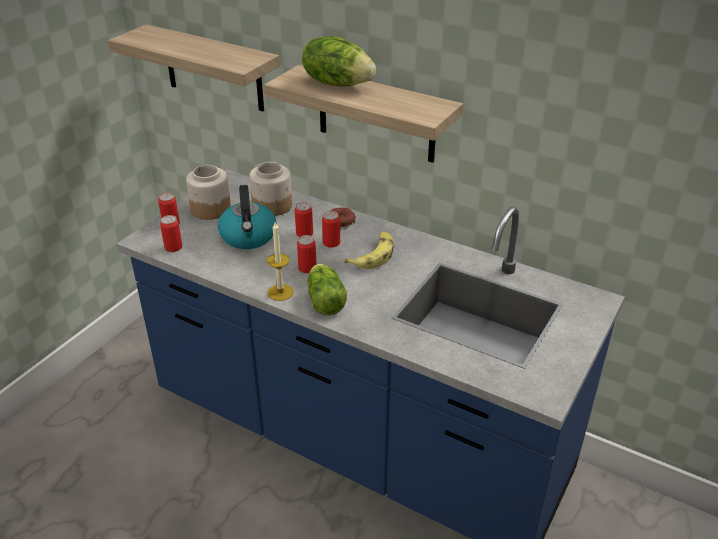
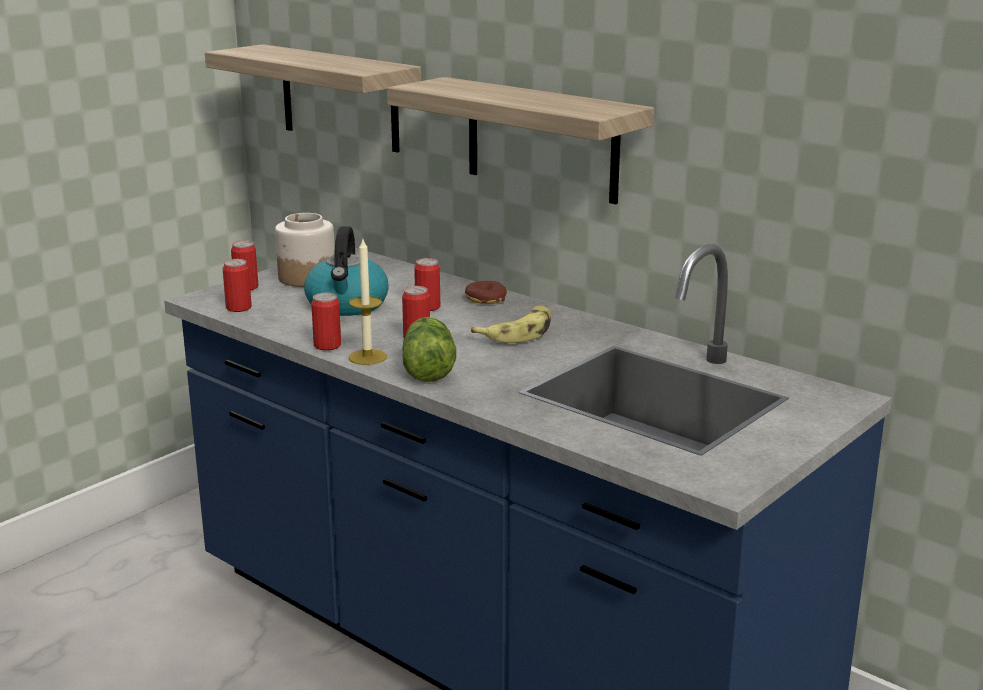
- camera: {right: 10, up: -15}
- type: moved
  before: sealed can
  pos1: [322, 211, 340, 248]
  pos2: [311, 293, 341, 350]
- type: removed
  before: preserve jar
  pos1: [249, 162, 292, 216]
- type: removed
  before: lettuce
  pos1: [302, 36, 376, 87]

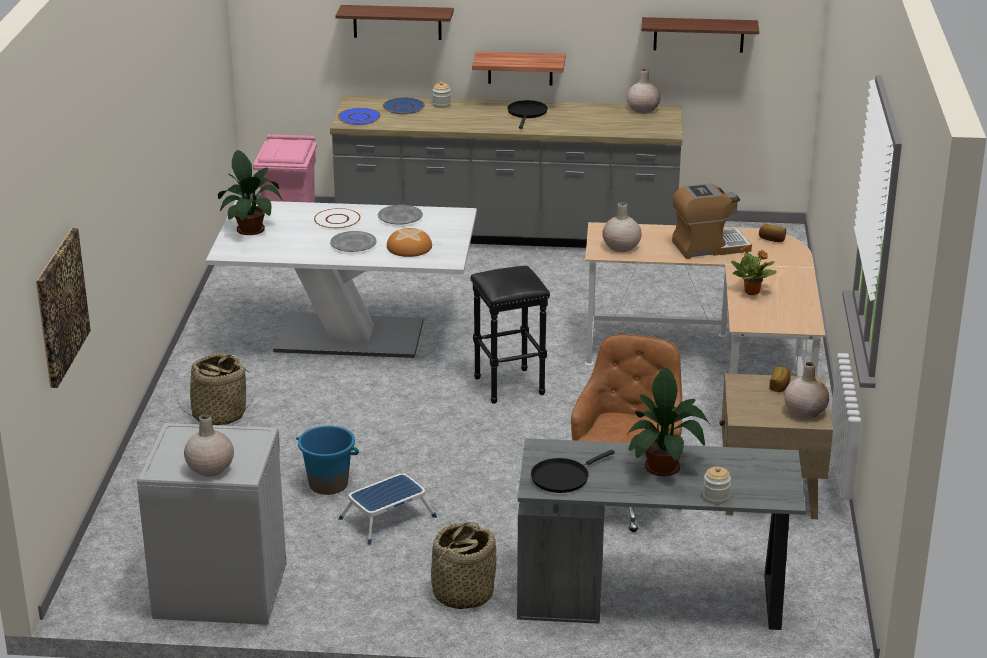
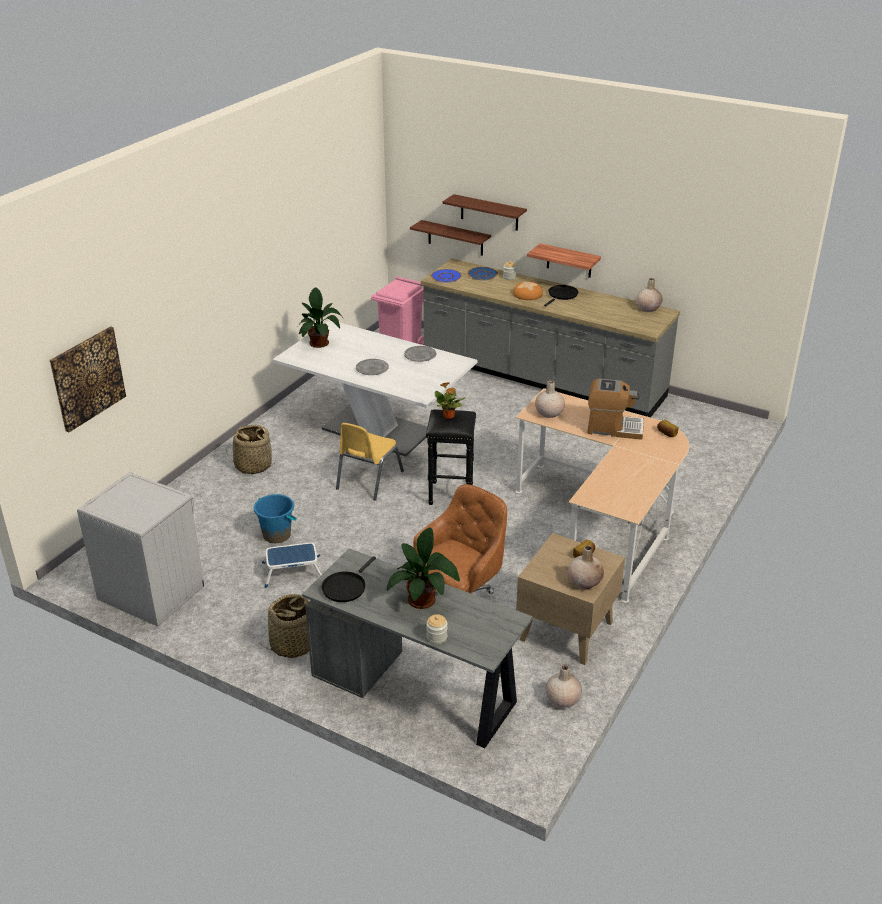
- camera: {right: 25, up: 5}
- type: turned
  before: pan (black-coloured)
  pos1: [531, 450, 615, 493]
  pos2: [322, 556, 376, 602]
  turn: -45
- type: added
  after: upright chair (yellow)
  pos2: [336, 423, 404, 500]
- type: moved
  before: wall shelf
  pos1: [642, 17, 759, 53]
  pos2: [410, 220, 491, 256]
- type: moved
  before: plant in a pot
  pos1: [731, 245, 777, 295]
  pos2: [435, 382, 465, 419]
- type: moved
  before: bakery bread
  pos1: [387, 228, 432, 257]
  pos2: [513, 282, 543, 300]
- type: moved
  before: flower vase (beige-coloured)
  pos1: [184, 414, 234, 476]
  pos2: [546, 664, 582, 708]
- type: removed
  before: flat dish (white)
  pos1: [314, 208, 361, 229]

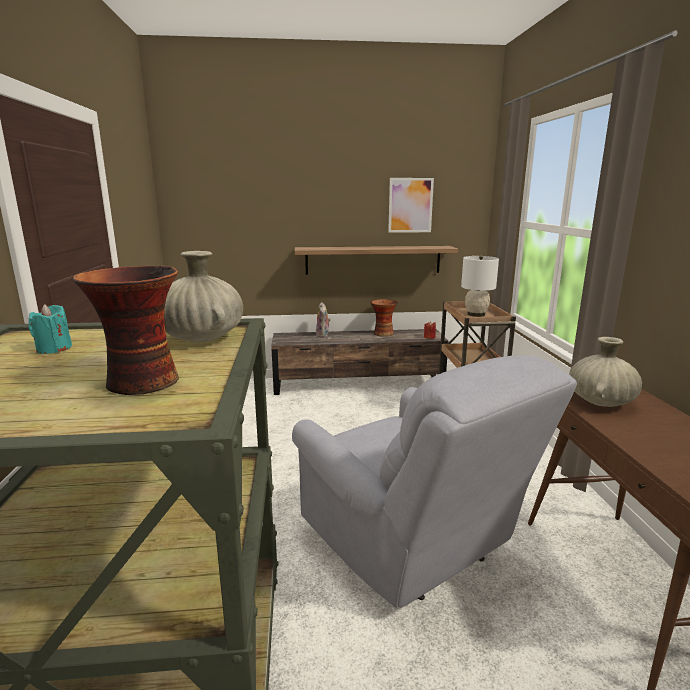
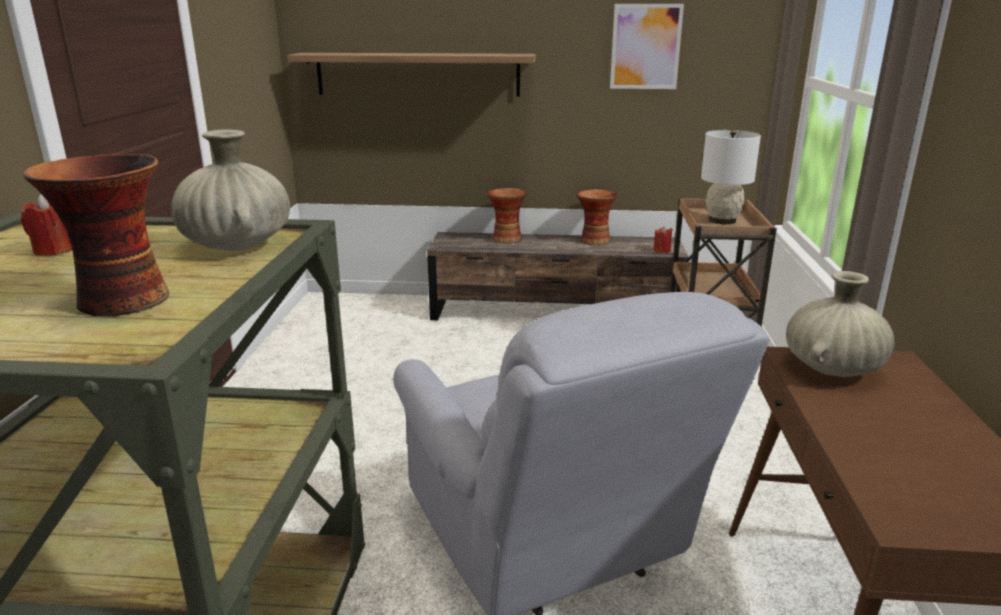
- camera: {right: 10, up: 5}
- type: recoloured
  before: wax light (blue-green)
  after: wax light (red-coloured)
  pos1: [29, 304, 72, 354]
  pos2: [21, 194, 72, 256]
- type: moved
  before: wall shelf
  pos1: [295, 246, 458, 275]
  pos2: [287, 53, 536, 97]
- type: replaced
  before: cuddly toy
  after: flower vase
  pos1: [316, 302, 331, 337]
  pos2: [487, 188, 527, 244]

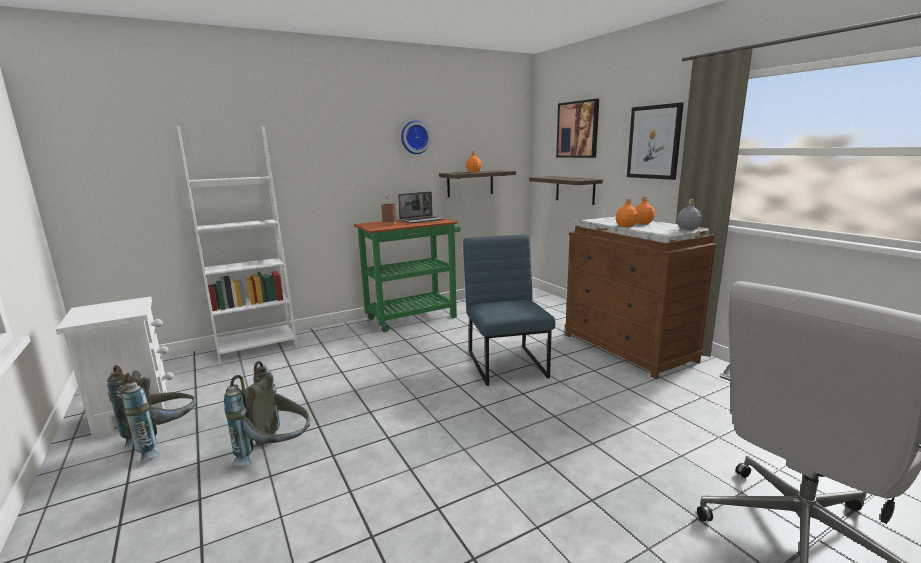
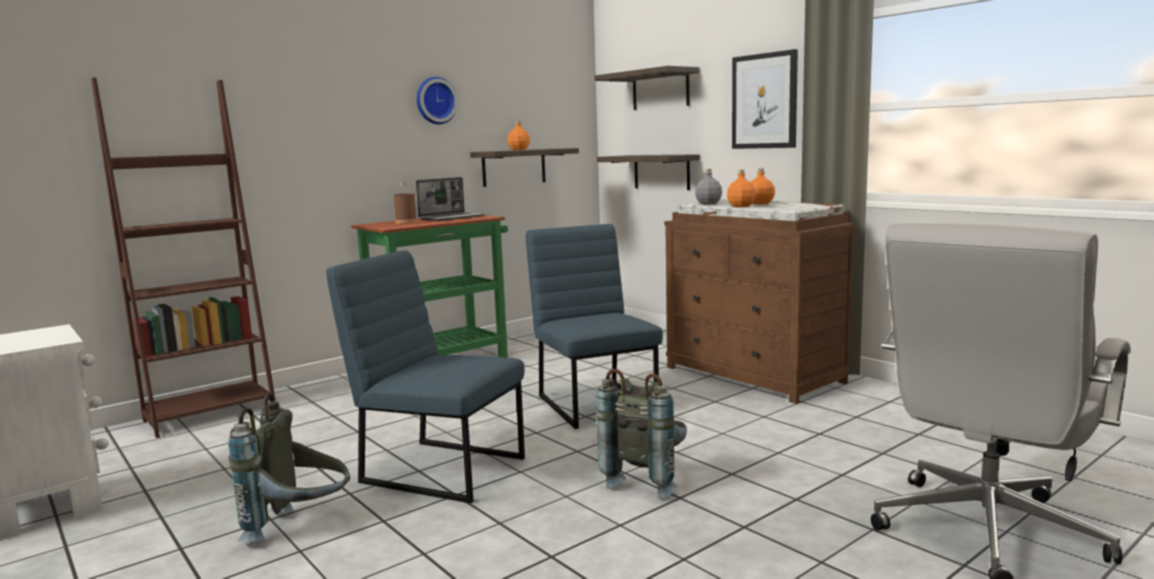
- camera: {right: -10, up: -5}
- type: recoloured
  before: bookcase (white)
  after: bookcase (brown-coloured)
  pos1: [177, 126, 298, 364]
  pos2: [91, 77, 276, 438]
- type: added
  after: upright chair (bluish)
  pos2: [326, 250, 525, 503]
- type: replaced
  before: wall picture
  after: wall shelf
  pos1: [556, 99, 599, 158]
  pos2: [594, 66, 699, 110]
- type: moved
  before: rucksack (grey)
  pos1: [107, 365, 197, 462]
  pos2: [596, 369, 687, 498]
- type: moved
  before: drink bottle (grey)
  pos1: [677, 200, 702, 230]
  pos2: [695, 169, 722, 204]

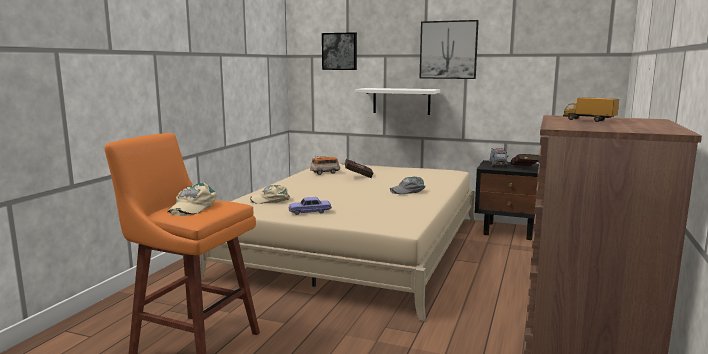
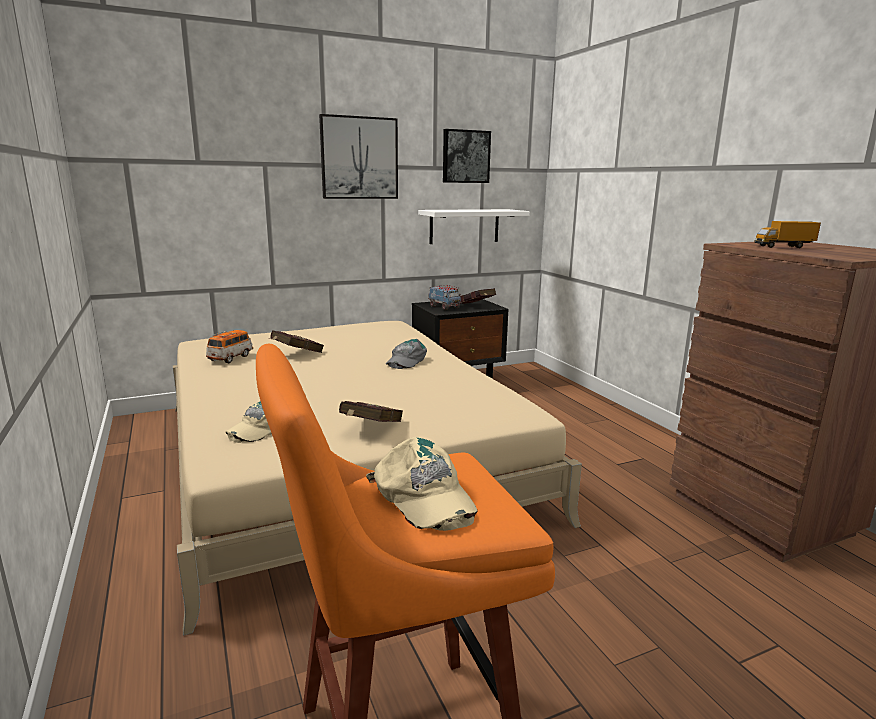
- camera: {right: -45, up: 5}
- type: replaced
  before: miniature car
  after: bound book (red-coloured)
  pos1: [289, 197, 332, 215]
  pos2: [339, 401, 403, 422]
- type: moved
  before: wall shelf (white)
  pos1: [355, 88, 440, 115]
  pos2: [418, 209, 530, 244]
- type: moved
  before: wall picture
  pos1: [322, 32, 357, 70]
  pos2: [443, 129, 491, 183]

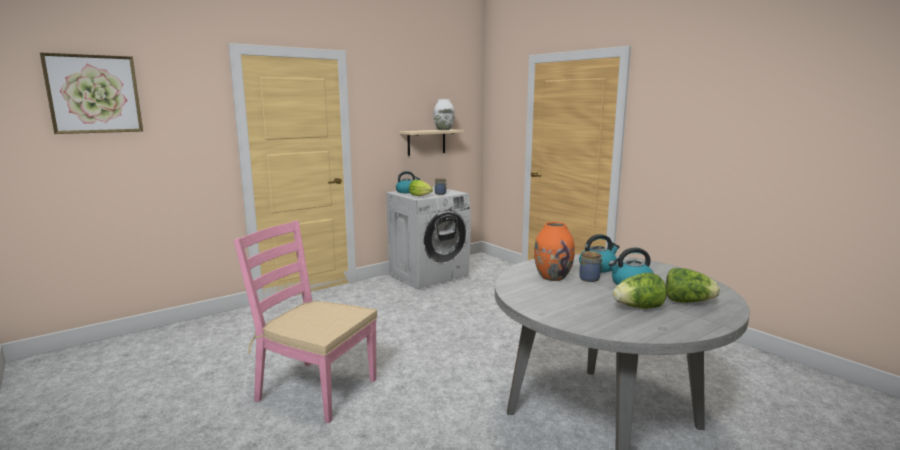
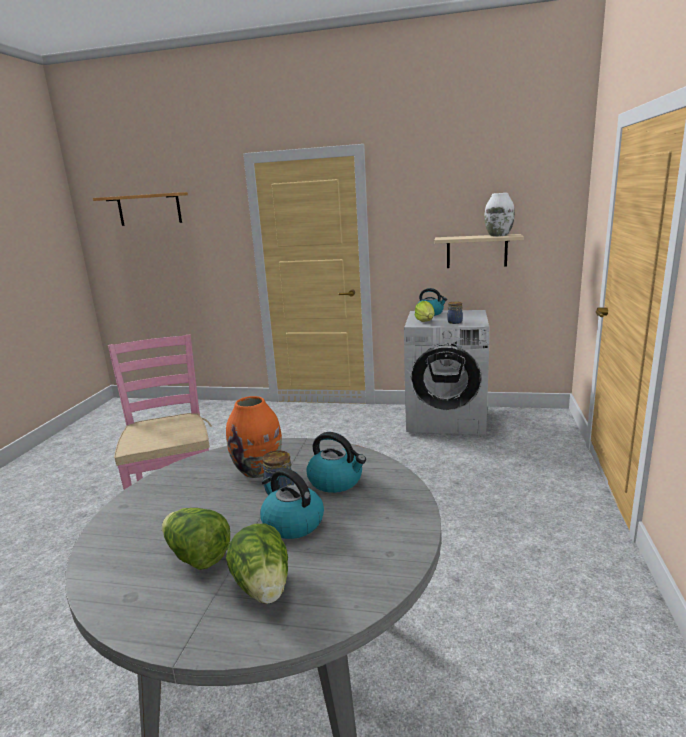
- camera: {right: 50, up: 5}
- type: replaced
  before: wall picture
  after: wall shelf
  pos1: [40, 52, 143, 134]
  pos2: [93, 192, 188, 226]

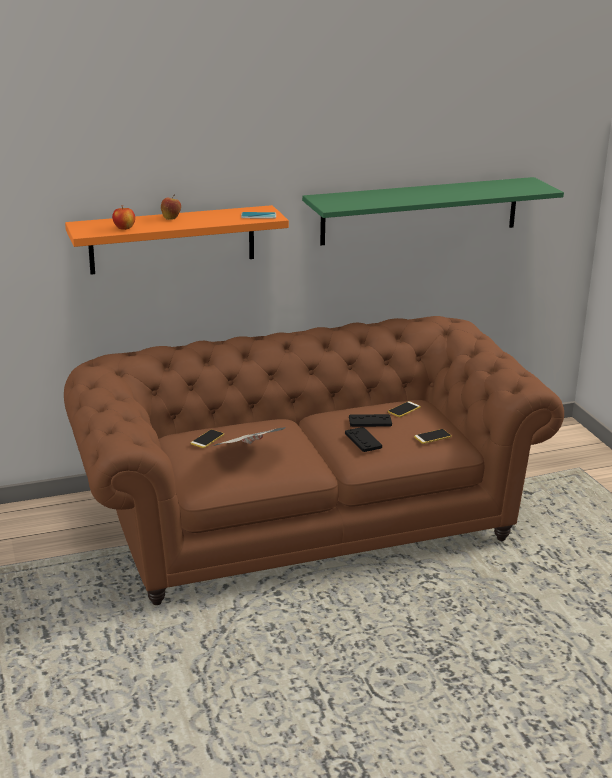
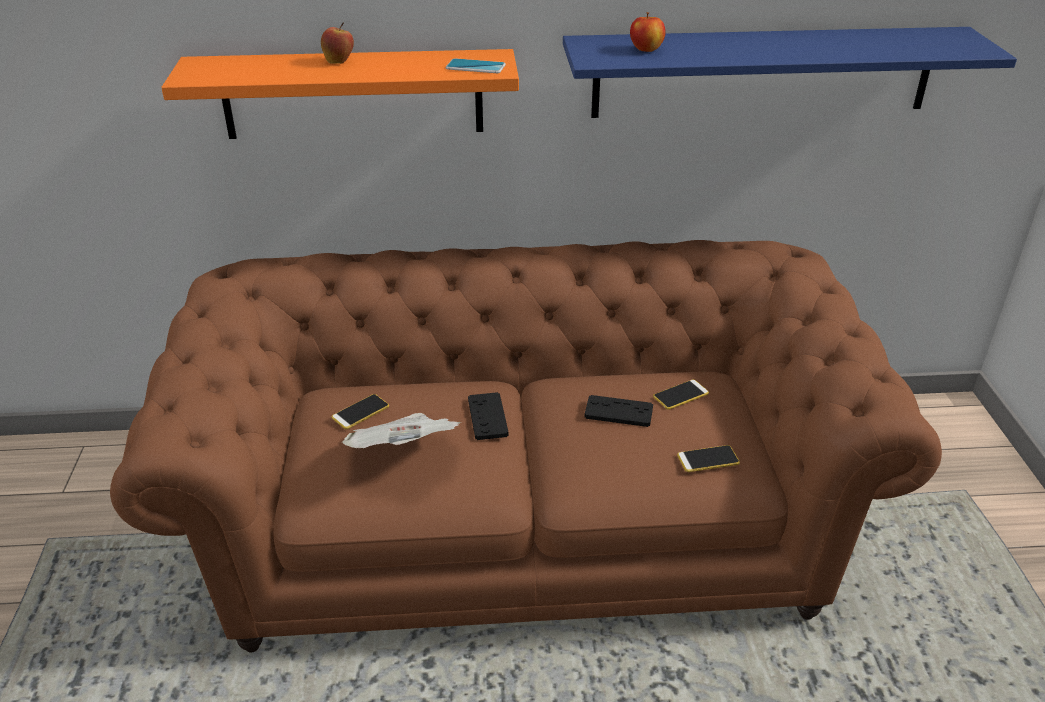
- camera: {right: 15, up: 10}
- type: moved
  before: joypad (black-coloured)
  pos1: [345, 427, 382, 452]
  pos2: [468, 392, 509, 440]
- type: recoloured
  before: wall shelf (green-coloured)
  after: wall shelf (bluish)
  pos1: [302, 177, 564, 245]
  pos2: [563, 27, 1017, 118]
- type: moved
  before: apple
  pos1: [112, 205, 135, 230]
  pos2: [630, 12, 666, 52]

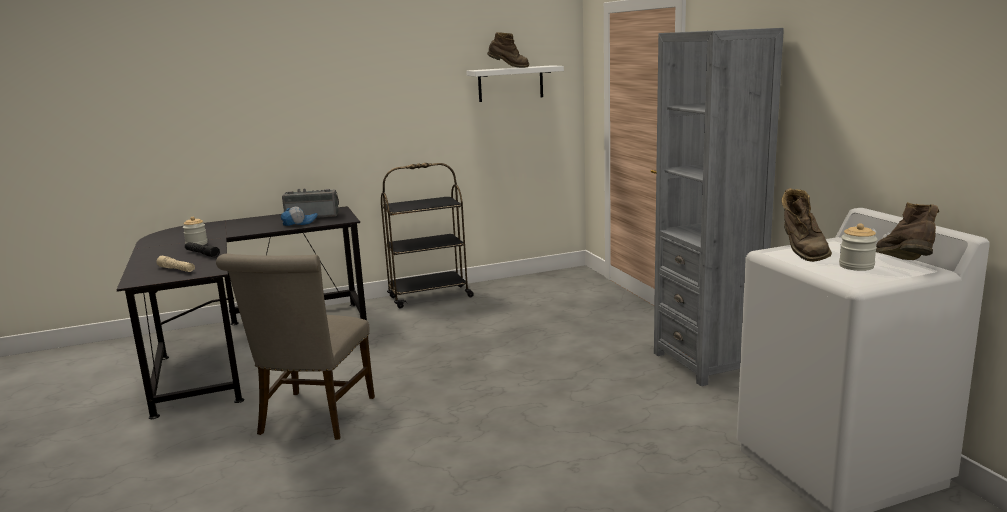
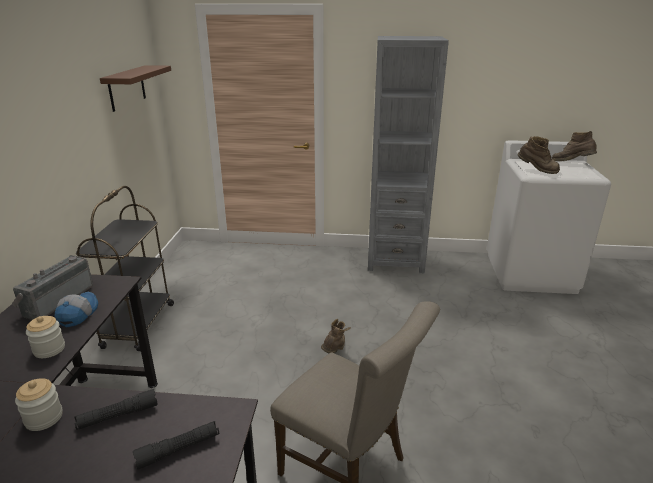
- camera: {right: -65, up: 10}
- type: moved
  before: preserve jar
  pos1: [839, 223, 878, 271]
  pos2: [26, 316, 65, 358]
- type: recoloured
  before: wall shelf (white)
  after: wall shelf (brown-coloured)
  pos1: [466, 65, 564, 102]
  pos2: [100, 65, 171, 112]
- type: recoloured
  before: torch (beige-coloured)
  after: torch (black-coloured)
  pos1: [156, 256, 195, 272]
  pos2: [133, 421, 219, 470]
- type: moved
  before: tall boot (brown-coloured)
  pos1: [487, 32, 529, 68]
  pos2: [321, 319, 351, 353]

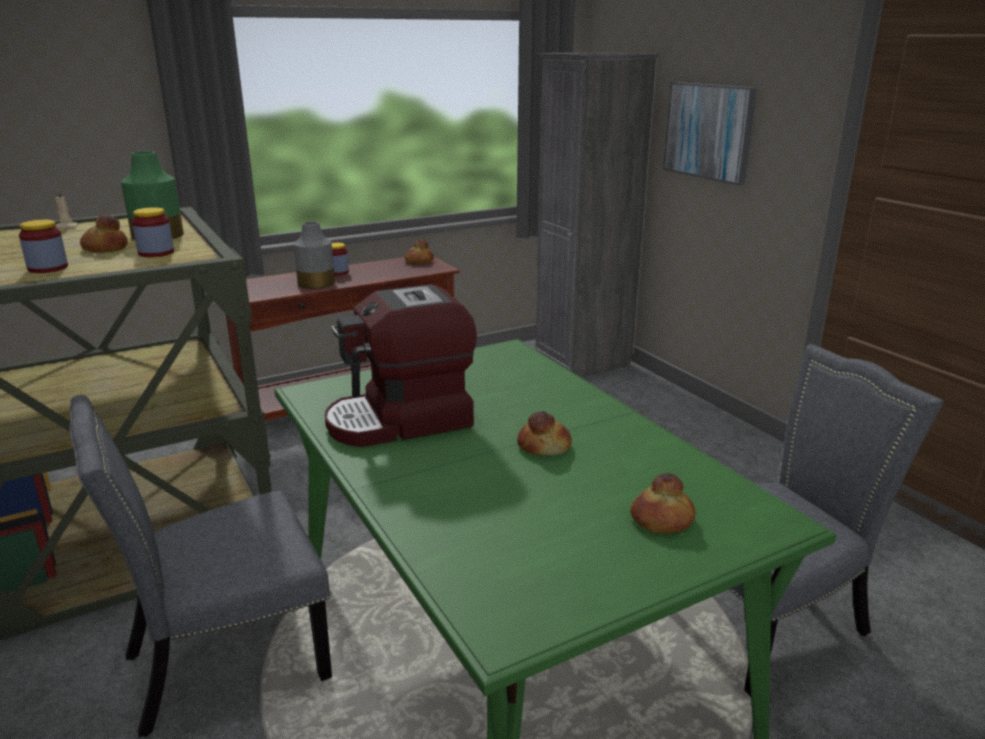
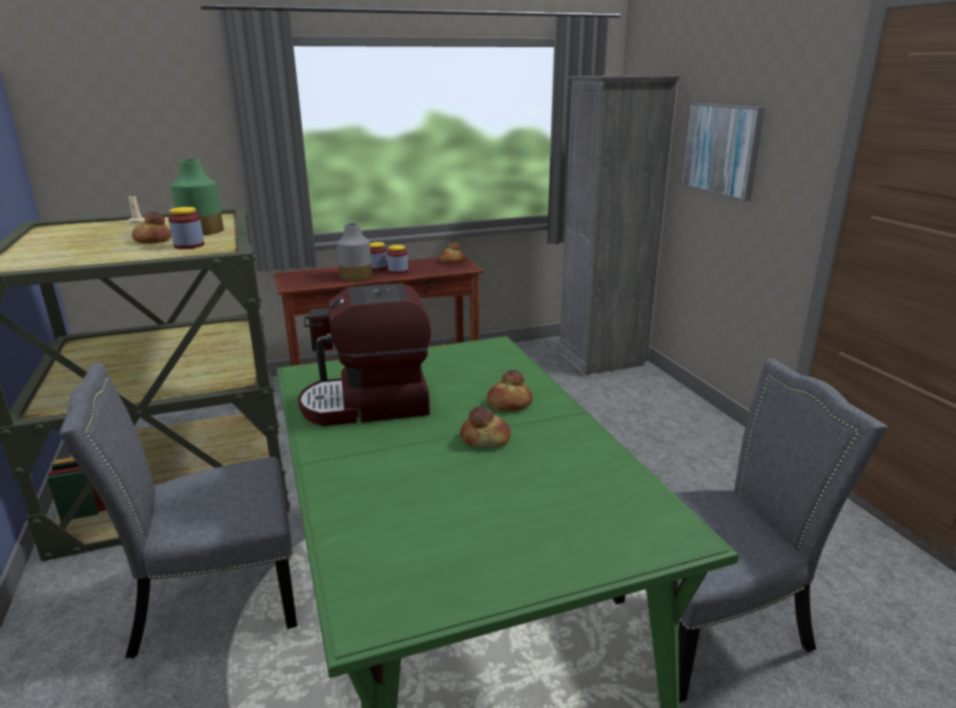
- camera: {right: 10, up: 0}
- type: moved
  before: preserve jar
  pos1: [19, 220, 68, 273]
  pos2: [387, 245, 408, 274]
- type: moved
  before: bakery bread
  pos1: [630, 473, 695, 533]
  pos2: [487, 370, 533, 411]

